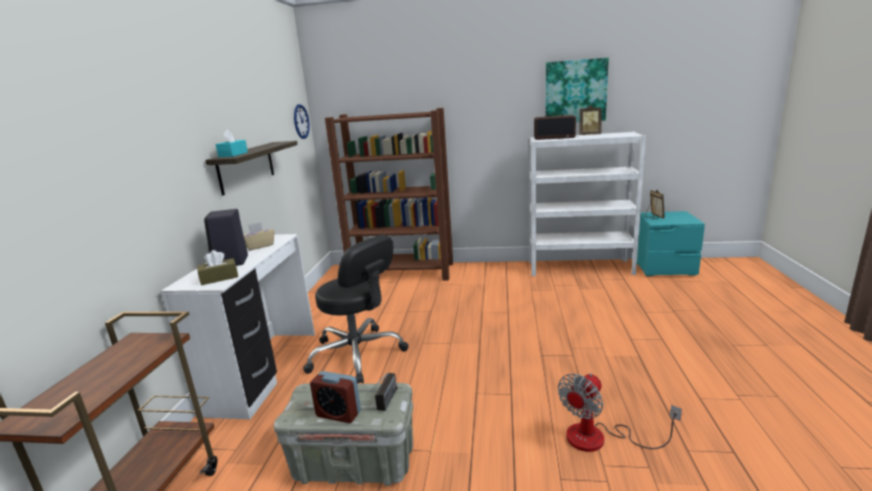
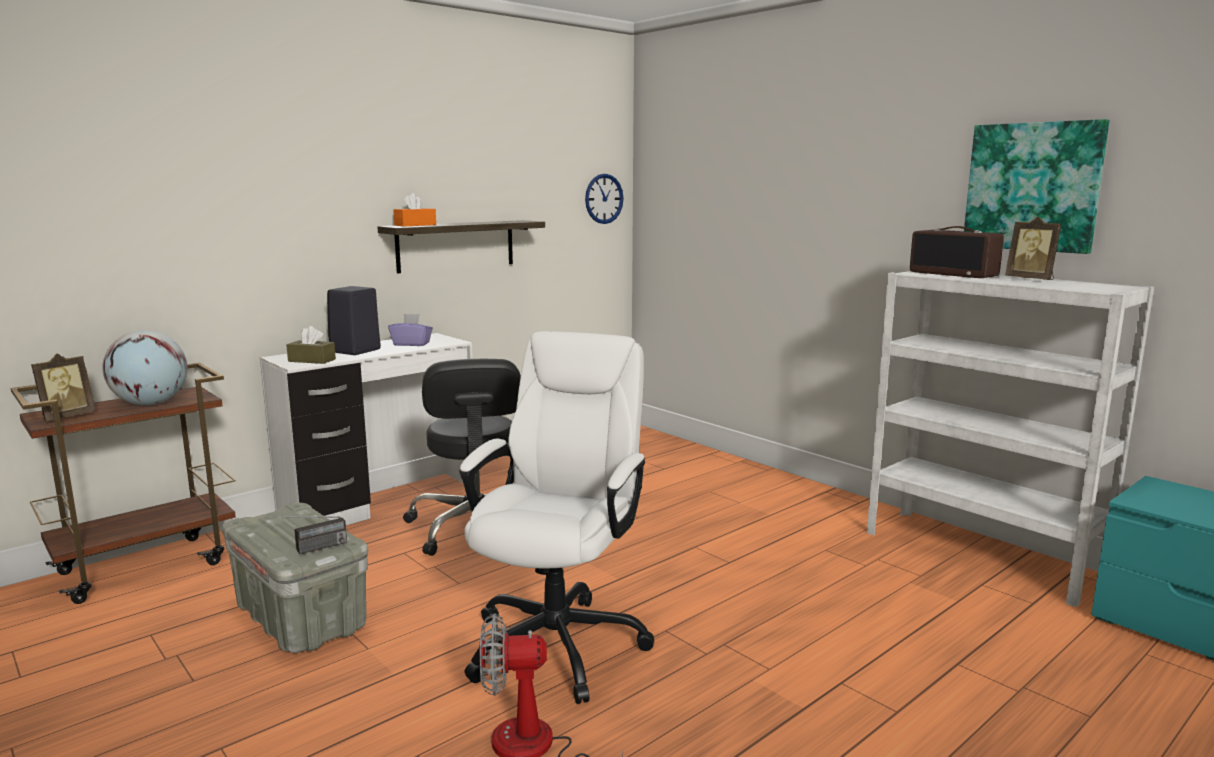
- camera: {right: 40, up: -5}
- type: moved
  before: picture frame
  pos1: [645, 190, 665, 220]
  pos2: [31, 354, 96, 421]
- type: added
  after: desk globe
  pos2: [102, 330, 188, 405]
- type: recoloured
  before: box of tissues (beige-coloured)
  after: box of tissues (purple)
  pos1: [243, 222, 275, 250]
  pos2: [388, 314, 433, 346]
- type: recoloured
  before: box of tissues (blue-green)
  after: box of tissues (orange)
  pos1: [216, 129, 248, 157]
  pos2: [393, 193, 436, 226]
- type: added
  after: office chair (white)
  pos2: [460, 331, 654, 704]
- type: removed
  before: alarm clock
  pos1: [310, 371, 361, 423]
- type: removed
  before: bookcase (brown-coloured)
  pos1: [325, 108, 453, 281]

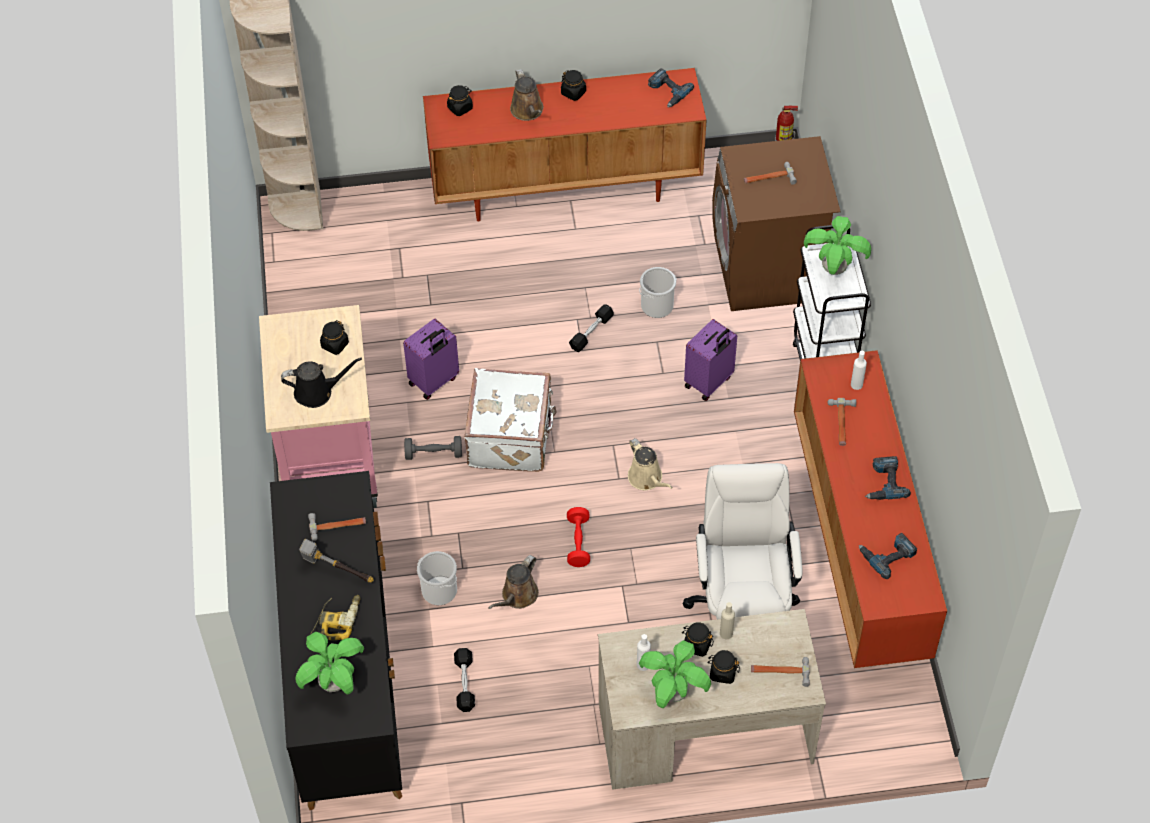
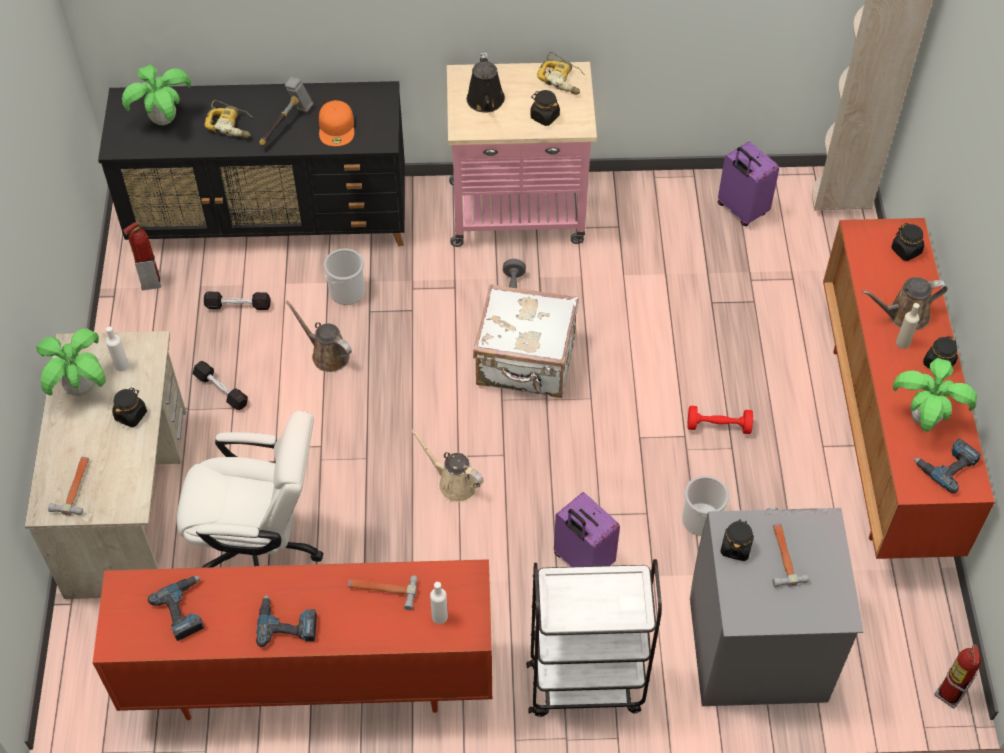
- camera: {right: 95, up: 0}
- type: added
  after: fire extinguisher
  pos2: [123, 222, 161, 290]
- type: moved
  before: dumbbell (black-coloured)
  pos1: [569, 304, 614, 352]
  pos2: [192, 361, 248, 410]
- type: replaced
  before: hammer
  after: cap (orange)
  pos1: [308, 513, 366, 541]
  pos2: [319, 100, 354, 146]
- type: turned
  before: watering pot (beige-coloured)
  pos1: [628, 438, 673, 490]
  pos2: [411, 429, 484, 503]
  turn: 60
- type: added
  after: electric drill
  pos2: [537, 52, 585, 95]
- type: moved
  before: dumbbell (red-coloured)
  pos1: [567, 507, 590, 567]
  pos2: [688, 406, 753, 434]
- type: recoloured
  before: laundry appliance (brown-coloured)
  after: laundry appliance (grey)
  pos1: [712, 136, 841, 311]
  pos2: [690, 507, 864, 706]
- type: moved
  before: suitcase (purple)
  pos1: [403, 319, 459, 400]
  pos2: [718, 141, 779, 226]
- type: moved
  before: preserve jar (black-coloured)
  pos1: [707, 650, 740, 684]
  pos2: [720, 520, 754, 561]
- type: moved
  before: plant in a pot
  pos1: [804, 216, 871, 275]
  pos2: [893, 358, 977, 432]
- type: moved
  before: drink bottle (beige-coloured)
  pos1: [720, 602, 735, 639]
  pos2: [896, 303, 920, 349]

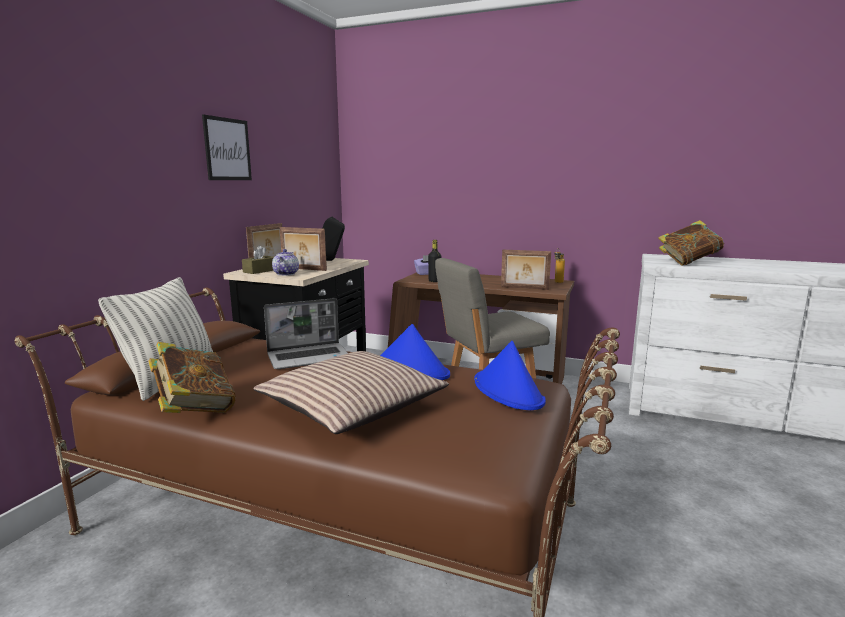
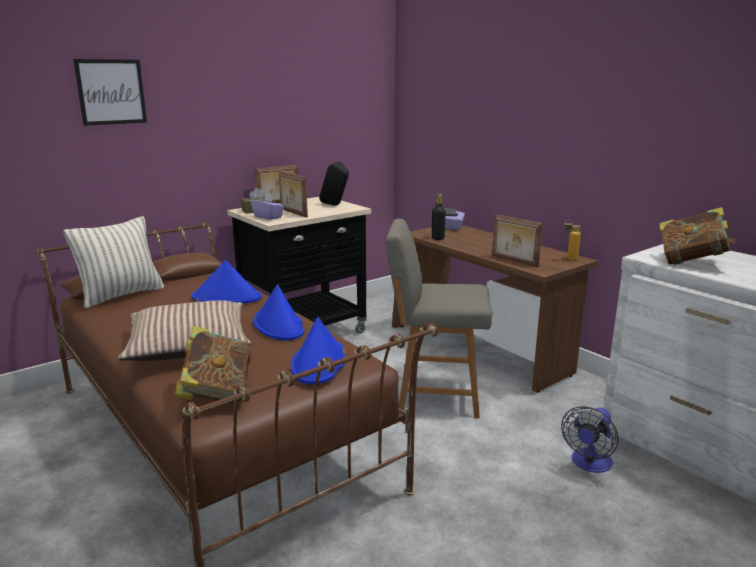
- camera: {right: 30, up: 5}
- type: moved
  before: wall picture
  pos1: [202, 115, 252, 180]
  pos2: [73, 59, 147, 126]
- type: moved
  before: bound book
  pos1: [148, 342, 236, 413]
  pos2: [174, 326, 251, 406]
- type: replaced
  before: notebook computer
  after: wearable hat (bluish)
  pos1: [264, 298, 348, 369]
  pos2: [192, 260, 262, 303]
- type: replaced
  before: teapot
  after: box of tissues (purple)
  pos1: [272, 249, 299, 276]
  pos2: [251, 193, 284, 220]
- type: added
  after: cooling fan
  pos2: [561, 406, 619, 473]

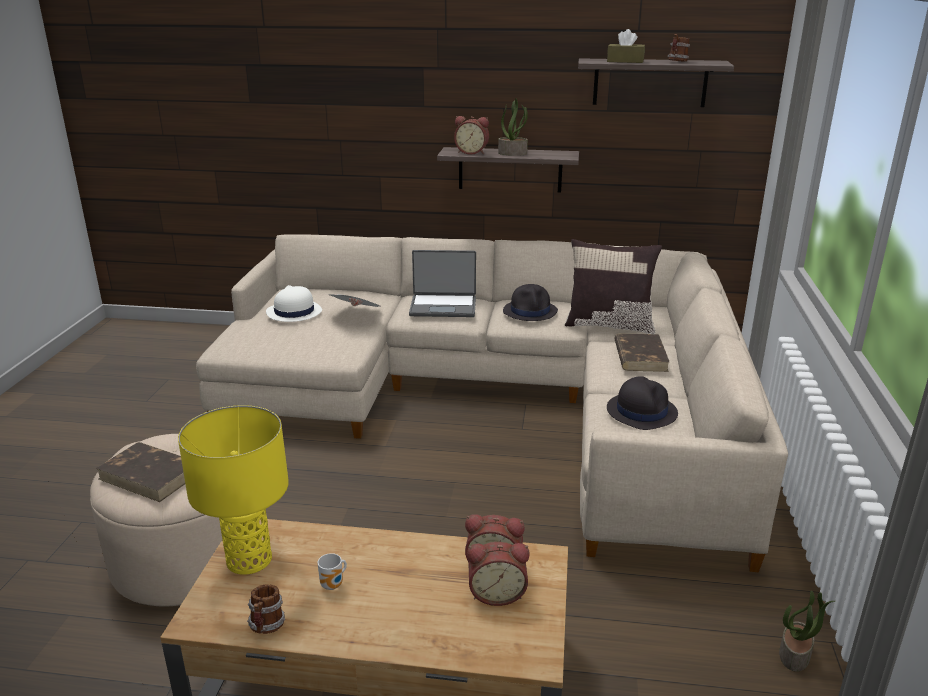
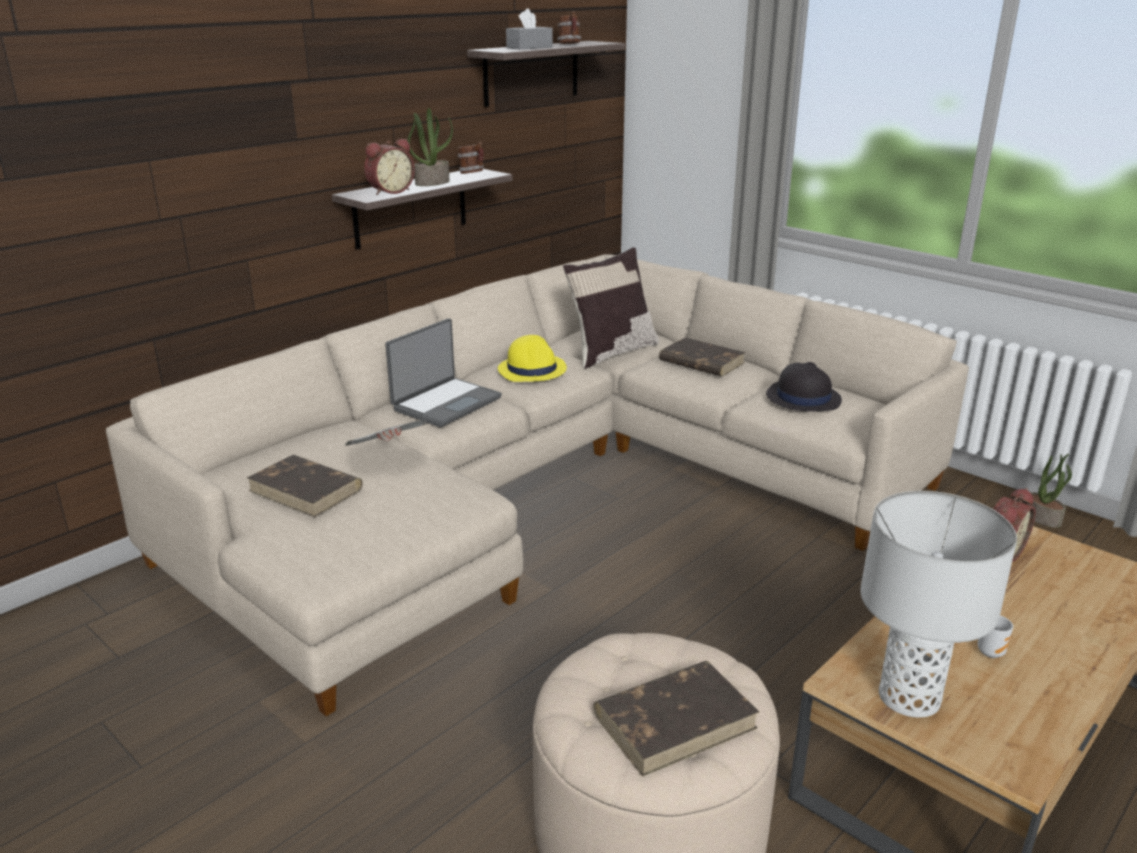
- camera: {right: -55, up: 0}
- type: replaced
  before: wearable hat (white)
  after: bound book (brown-coloured)
  pos1: [266, 285, 322, 322]
  pos2: [247, 455, 363, 517]
- type: moved
  before: mug
  pos1: [247, 584, 285, 634]
  pos2: [457, 142, 484, 174]
- type: recoloured
  before: wearable hat (black-coloured)
  after: wearable hat (yellow)
  pos1: [503, 284, 558, 321]
  pos2: [498, 335, 567, 382]
- type: recoloured
  before: box of tissues (brown-coloured)
  after: box of tissues (grey)
  pos1: [607, 29, 645, 63]
  pos2: [506, 8, 553, 50]
- type: recoloured
  before: table lamp (yellow)
  after: table lamp (white)
  pos1: [178, 405, 289, 575]
  pos2: [860, 491, 1017, 718]
- type: removed
  before: alarm clock
  pos1: [467, 542, 530, 606]

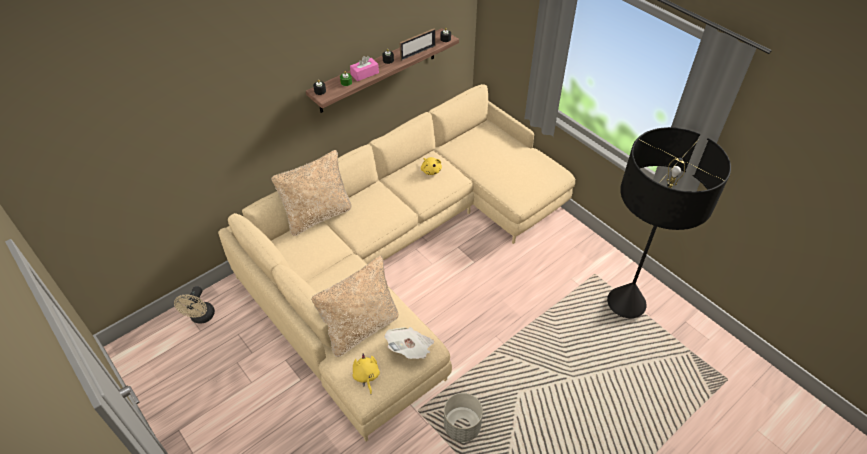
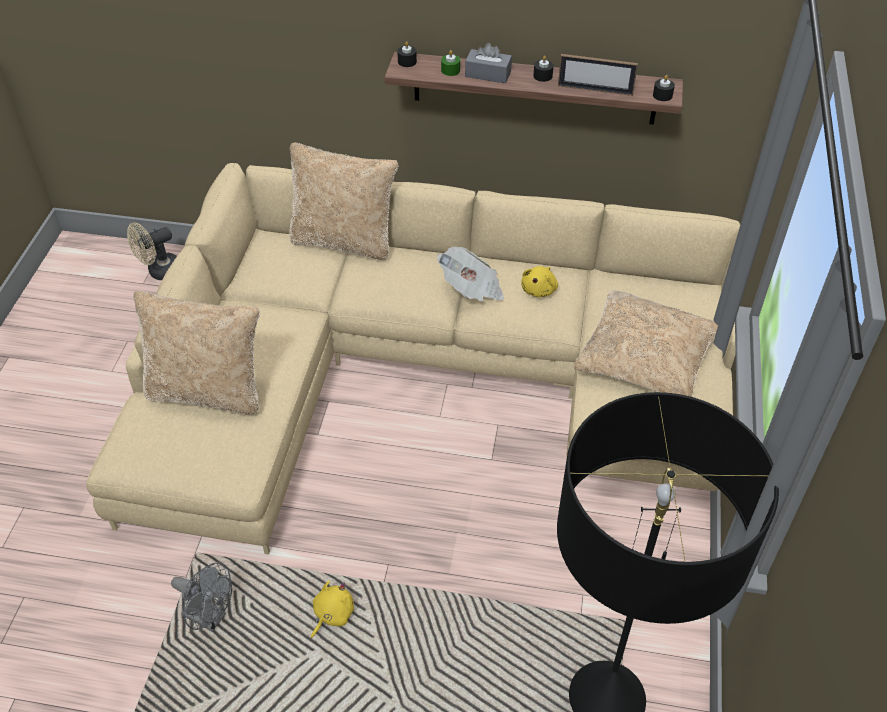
- camera: {right: 50, up: 0}
- type: replaced
  before: plant pot (grey)
  after: cooling fan (grey)
  pos1: [444, 393, 483, 442]
  pos2: [171, 562, 232, 632]
- type: moved
  before: cuddly toy (yellow)
  pos1: [352, 354, 380, 394]
  pos2: [311, 580, 354, 639]
- type: moved
  before: newspaper
  pos1: [384, 327, 434, 359]
  pos2: [437, 247, 504, 301]
- type: recoloured
  before: box of tissues (pink-coloured)
  after: box of tissues (grey)
  pos1: [350, 56, 379, 81]
  pos2: [465, 43, 512, 83]
- type: added
  after: pillow (beige-coloured)
  pos2: [574, 290, 718, 397]

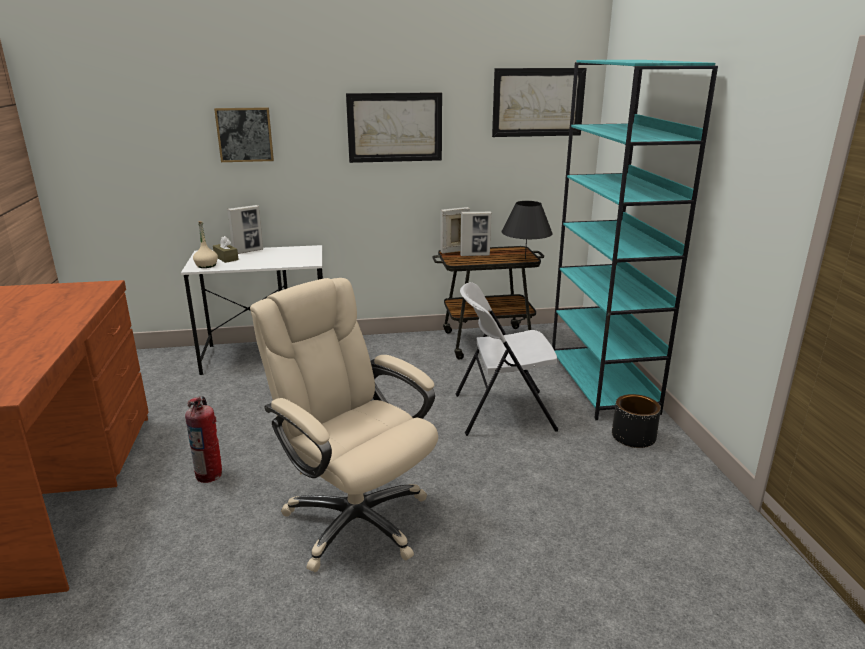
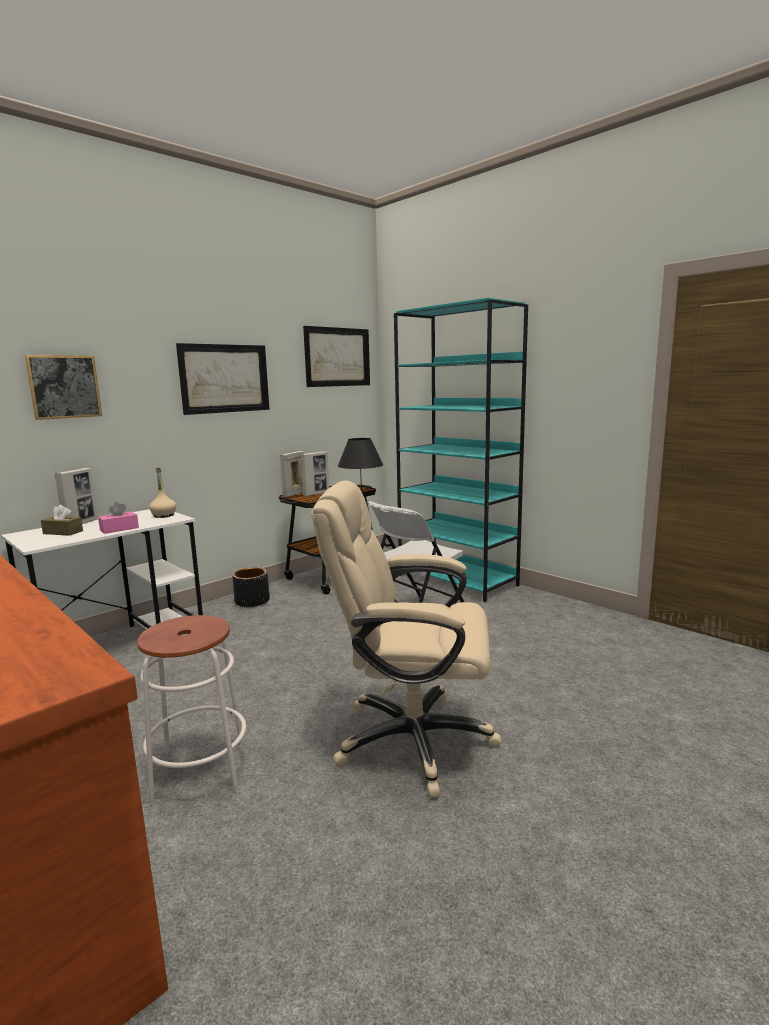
- camera: {right: -35, up: -10}
- type: added
  after: box of tissues (pink-coloured)
  pos2: [98, 502, 139, 534]
- type: replaced
  before: fire extinguisher
  after: sitting stool (white)
  pos1: [185, 396, 222, 483]
  pos2: [137, 615, 246, 806]
- type: moved
  before: drink bottle (beige-coloured)
  pos1: [193, 221, 218, 268]
  pos2: [149, 468, 176, 518]
- type: moved
  before: plant pot (black-coloured)
  pos1: [612, 394, 661, 448]
  pos2: [232, 567, 270, 607]

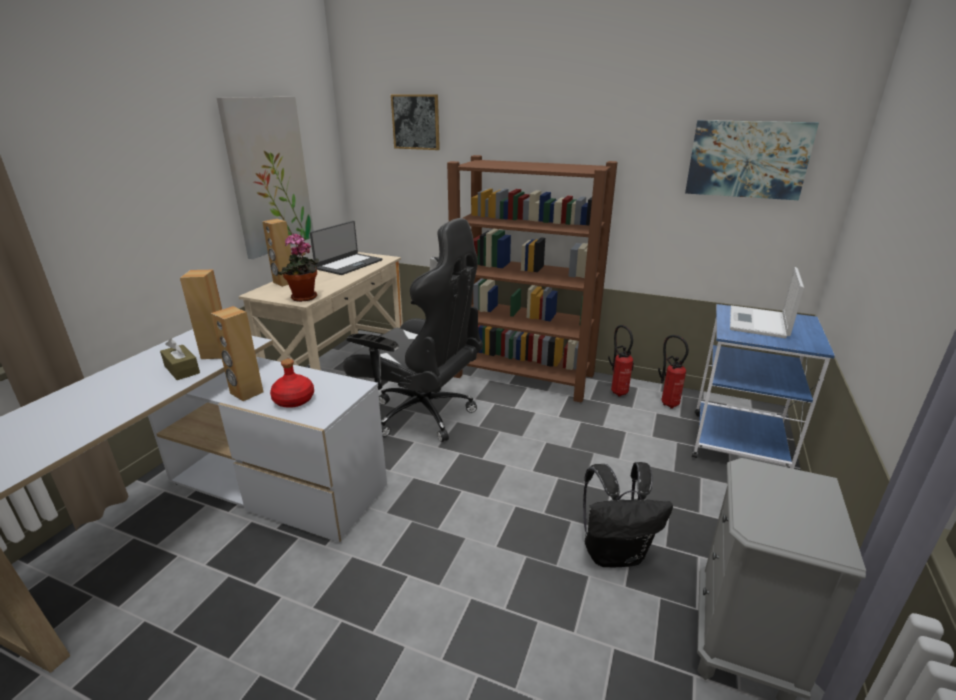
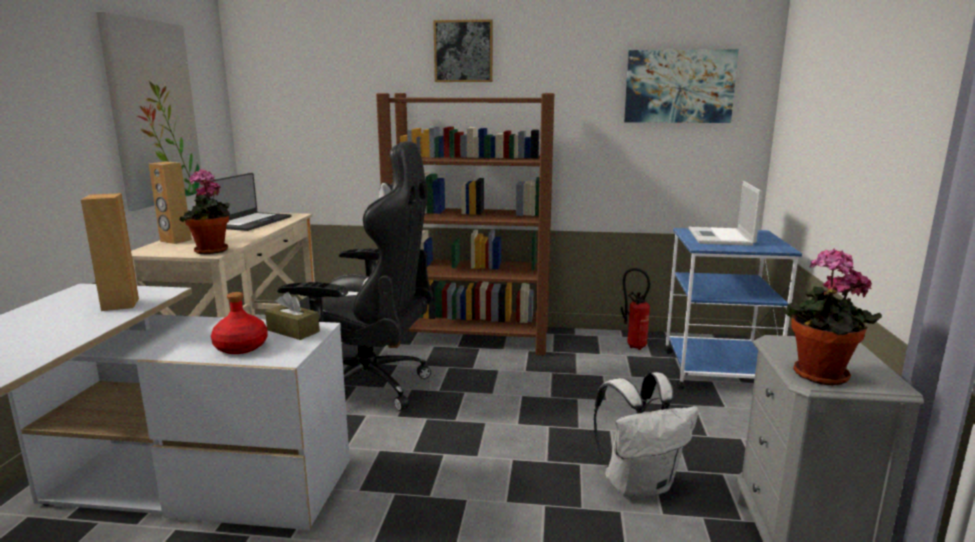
- camera: {right: -15, up: -10}
- type: moved
  before: box of tissues (brown-coloured)
  pos1: [160, 339, 200, 380]
  pos2: [265, 292, 320, 340]
- type: moved
  before: wall picture
  pos1: [391, 94, 440, 150]
  pos2: [433, 19, 493, 82]
- type: recoloured
  before: rucksack (black-coloured)
  after: rucksack (white)
  pos1: [583, 462, 673, 567]
  pos2: [594, 372, 699, 500]
- type: added
  after: plant in a pot
  pos2: [783, 249, 882, 385]
- type: removed
  before: speaker (brown-coloured)
  pos1: [211, 306, 263, 401]
- type: removed
  before: fire extinguisher
  pos1: [608, 325, 634, 397]

